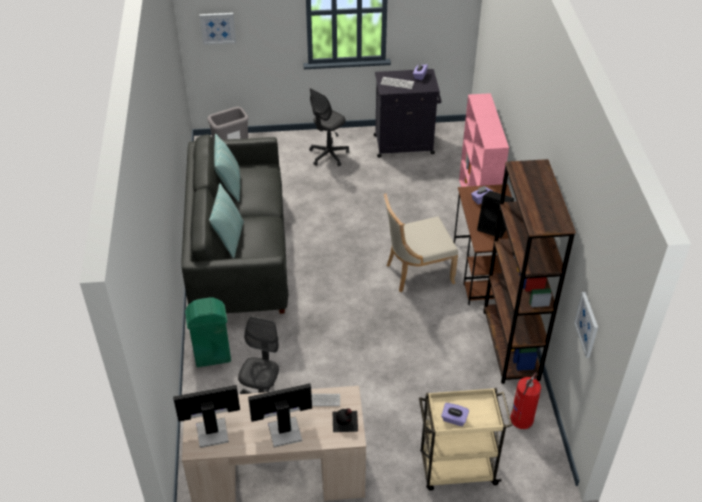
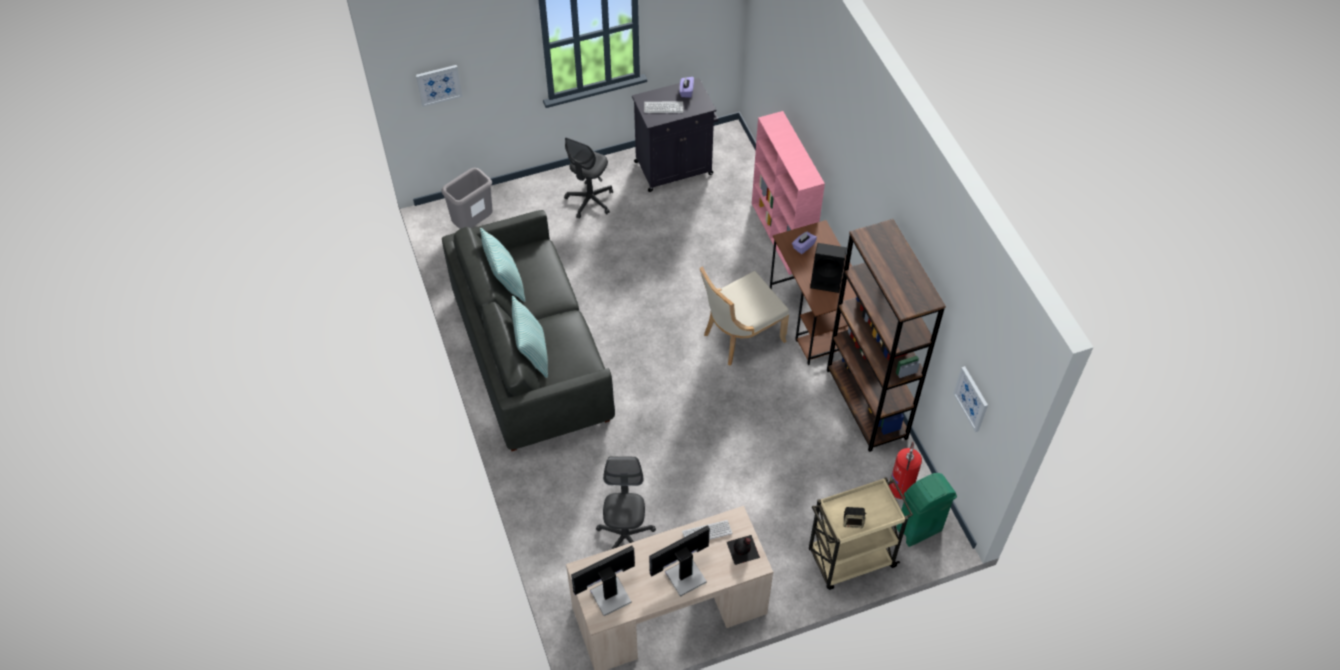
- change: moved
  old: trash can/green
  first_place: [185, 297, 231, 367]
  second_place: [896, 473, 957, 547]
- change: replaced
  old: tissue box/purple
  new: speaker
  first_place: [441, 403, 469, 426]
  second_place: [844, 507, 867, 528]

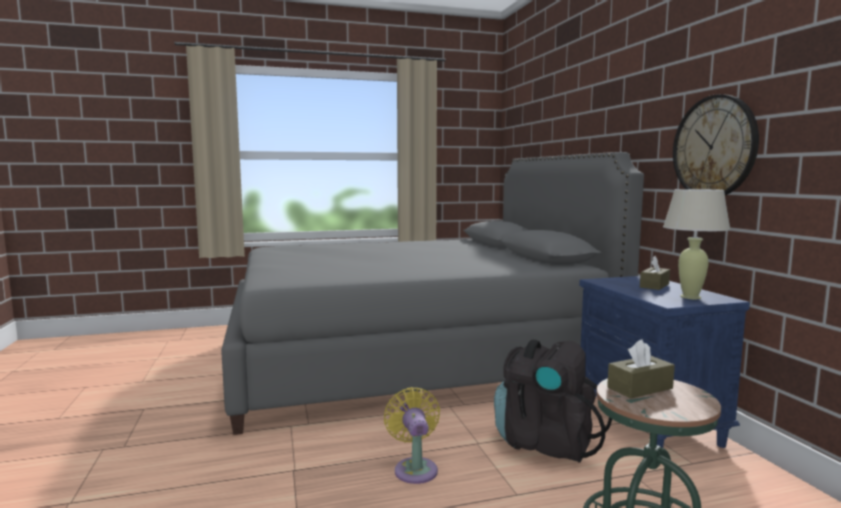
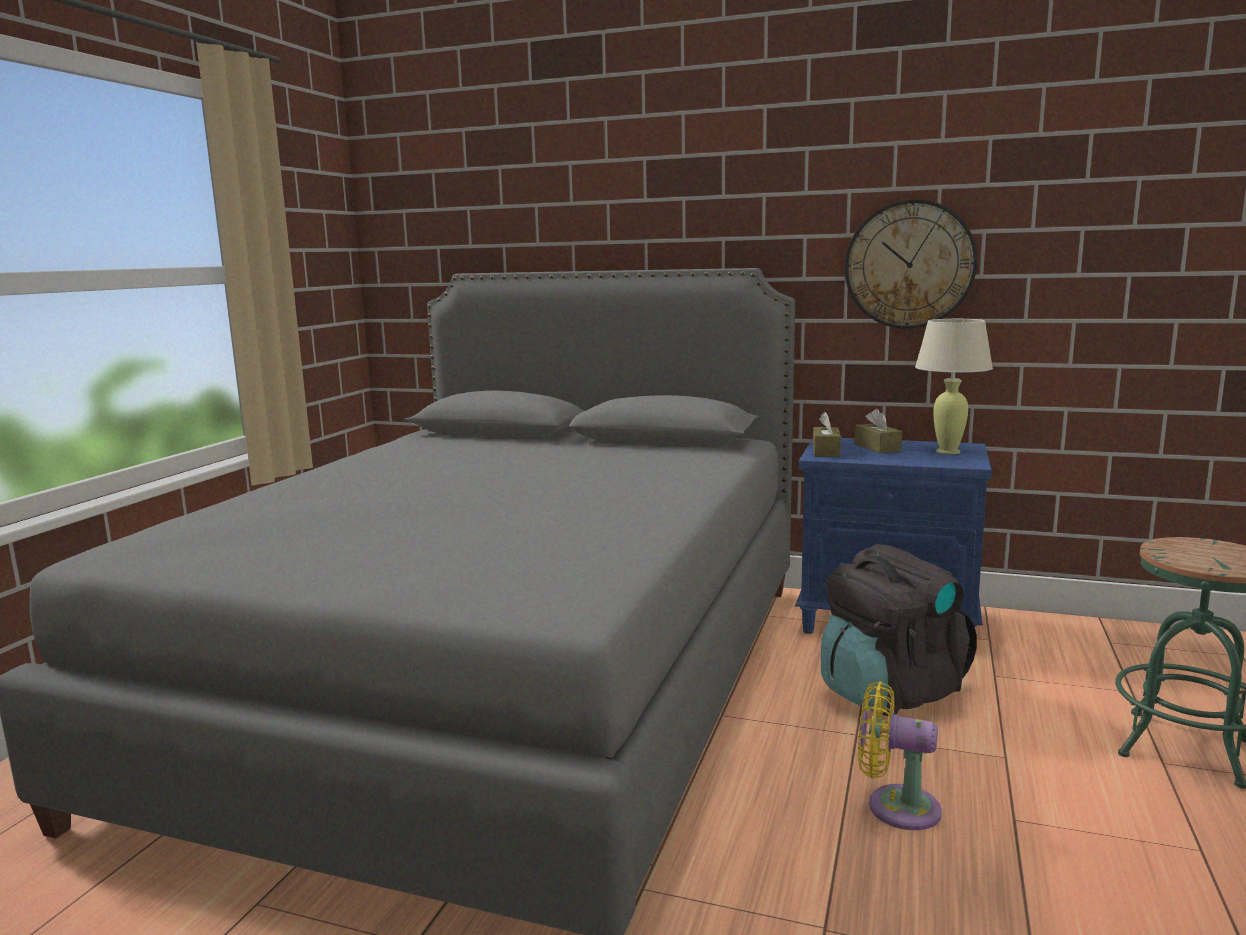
- change: moved
  old: tissue box/brown
  first_place: [607, 339, 675, 399]
  second_place: [813, 412, 841, 457]

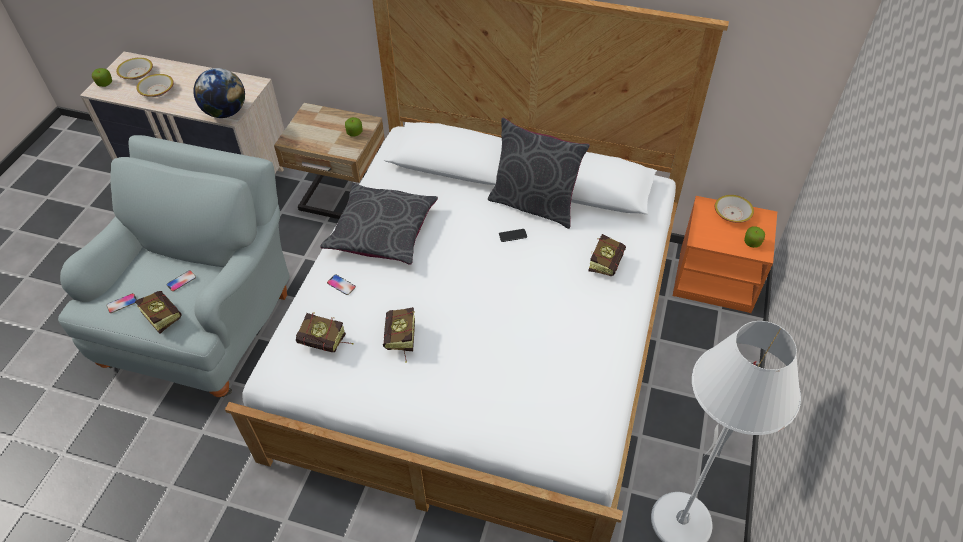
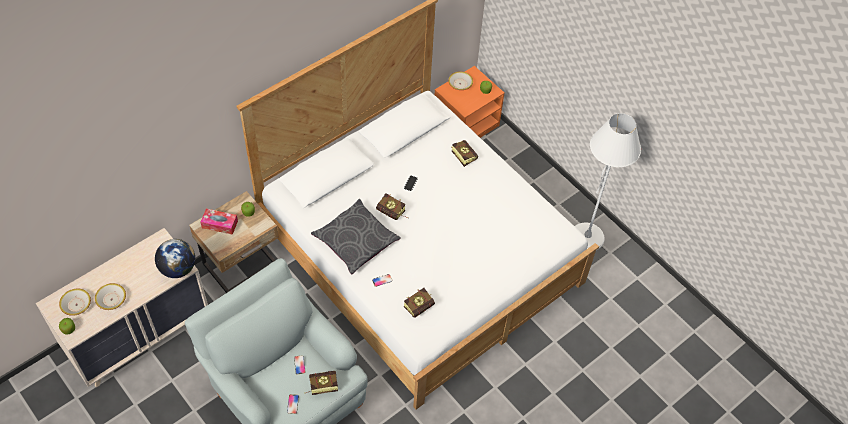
- change: removed
  old: pillow/grey
  first_place: [488, 118, 590, 229]
- change: moved
  old: book
  first_place: [383, 307, 415, 363]
  second_place: [376, 193, 408, 220]
- change: added
  new: tissue box
  second_place: [200, 209, 238, 235]

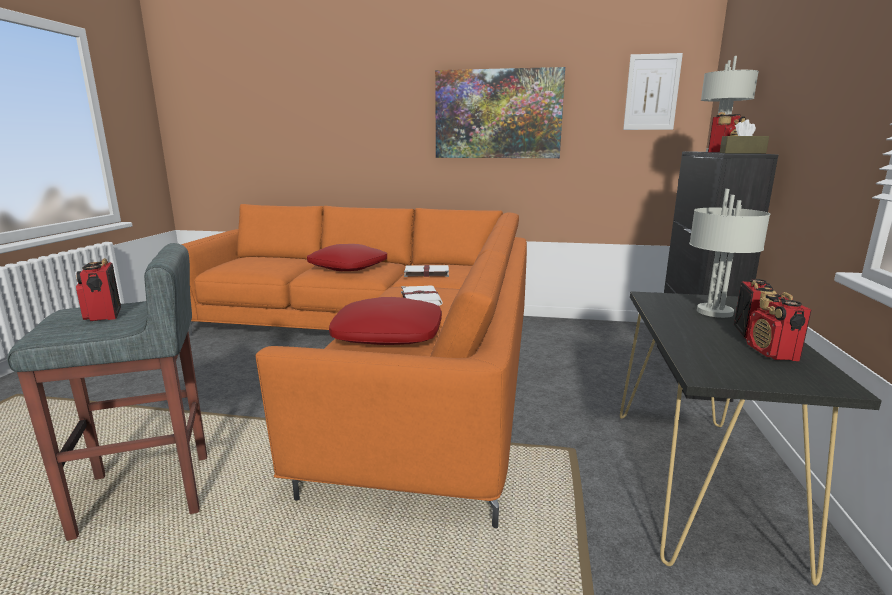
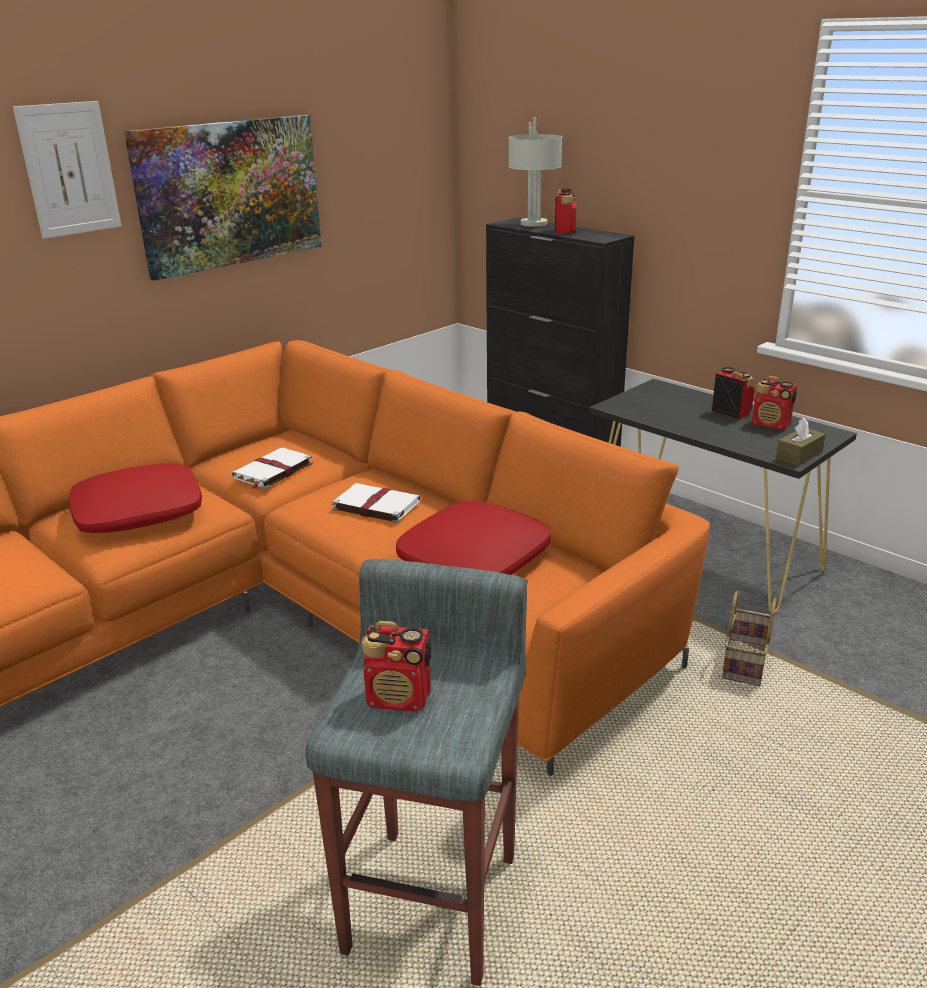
- change: moved
  old: picture
  first_place: [623, 53, 683, 130]
  second_place: [13, 101, 121, 239]
- change: moved
  old: tissue box/brown
  first_place: [720, 119, 769, 154]
  second_place: [776, 418, 826, 466]
- change: removed
  old: table lamp/grey
  first_place: [689, 189, 770, 318]
- change: added
  new: basket
  second_place: [722, 591, 776, 686]

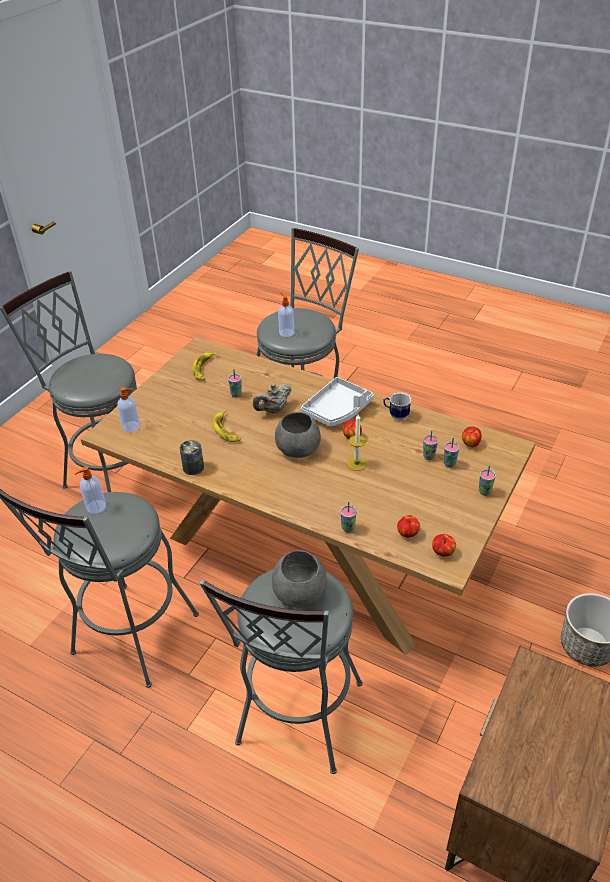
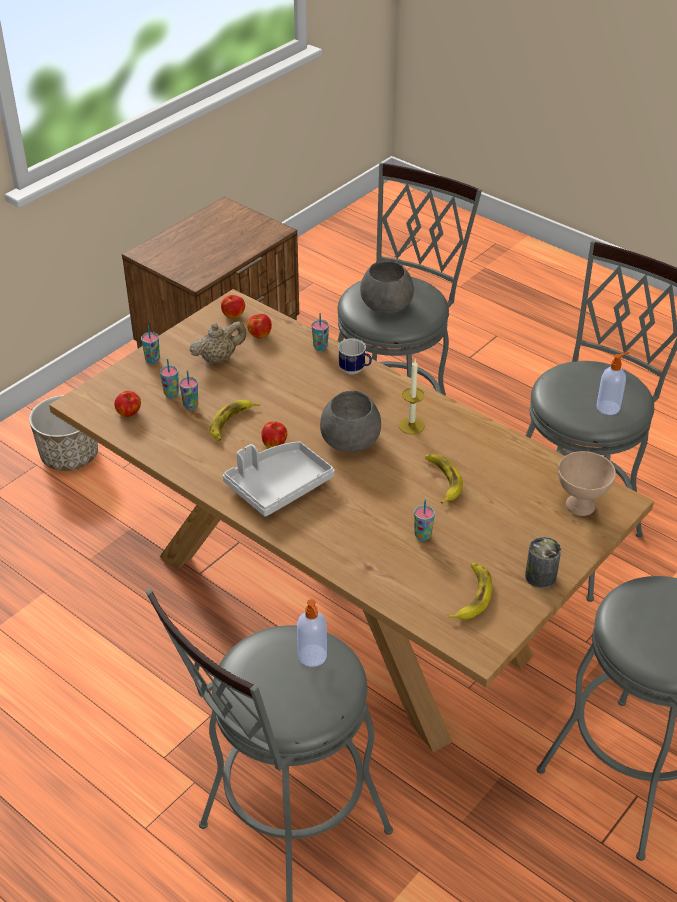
- change: moved
  old: teapot/beige
  first_place: [253, 384, 292, 413]
  second_place: [190, 321, 246, 364]
- change: replaced
  old: soap dispenser
  new: bowl/beige
  first_place: [117, 387, 140, 432]
  second_place: [558, 451, 616, 516]
- change: moved
  old: mug
  first_place: [383, 392, 412, 420]
  second_place: [338, 338, 372, 375]
- change: moved
  old: candle
  first_place: [347, 414, 367, 471]
  second_place: [399, 360, 425, 434]
- change: moved
  old: can
  first_place: [179, 440, 204, 475]
  second_place: [525, 537, 561, 589]
- change: added
  new: banana
  second_place: [209, 400, 260, 441]

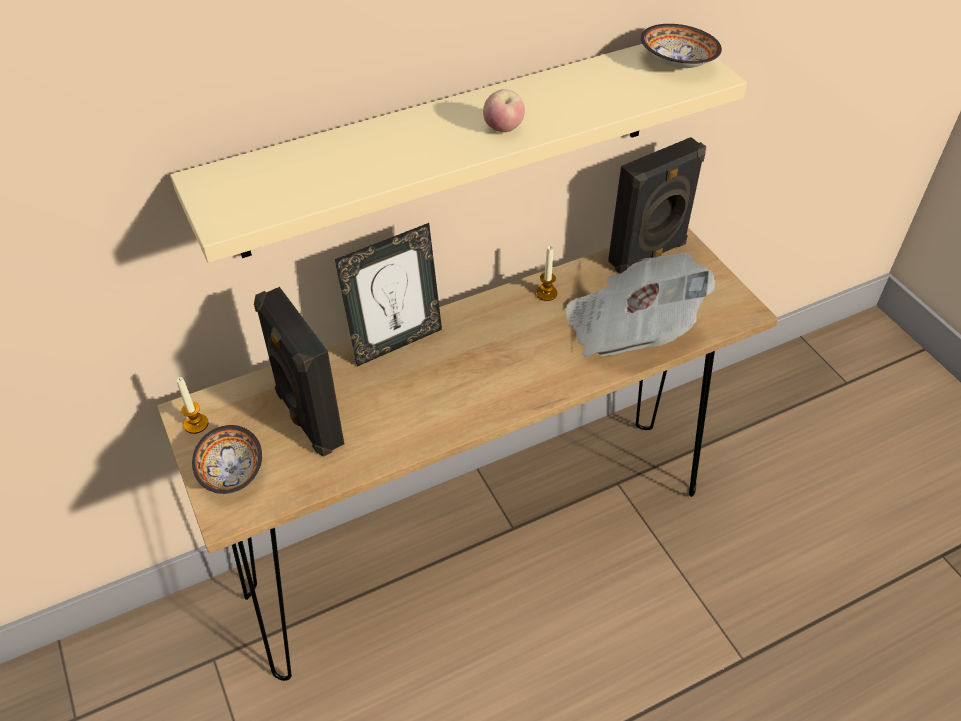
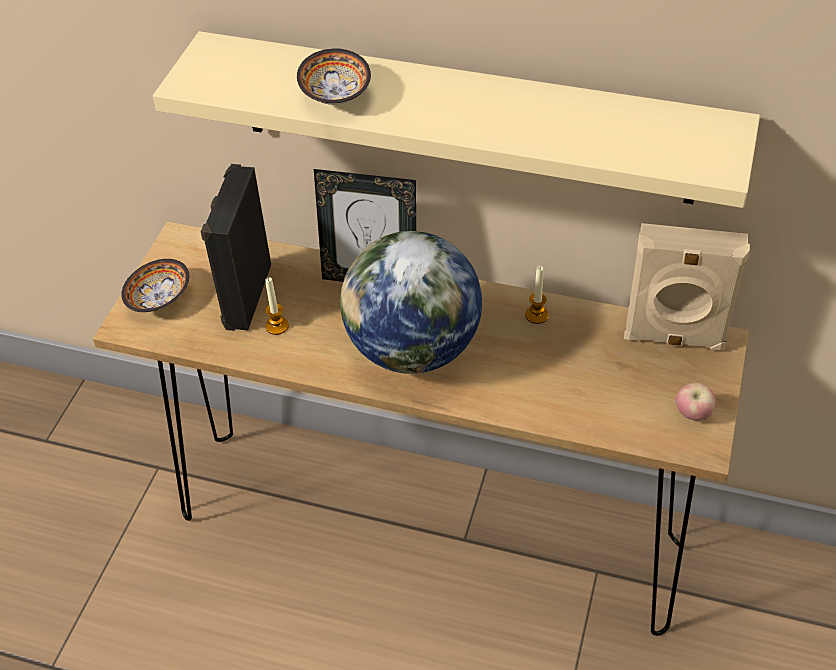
- change: moved
  old: bowl
  first_place: [641, 24, 722, 68]
  second_place: [297, 48, 371, 105]
- change: moved
  old: apple
  first_place: [483, 89, 525, 132]
  second_place: [676, 383, 716, 421]
- change: recoloured
  old: speaker/black
  new: speaker/beige
  first_place: [608, 137, 706, 274]
  second_place: [624, 223, 750, 350]
- change: removed
  old: newspaper
  first_place: [565, 252, 716, 357]
- change: moved
  old: candle
  first_place: [177, 377, 209, 434]
  second_place: [265, 277, 289, 335]
- change: added
  new: globe
  second_place: [340, 231, 482, 374]

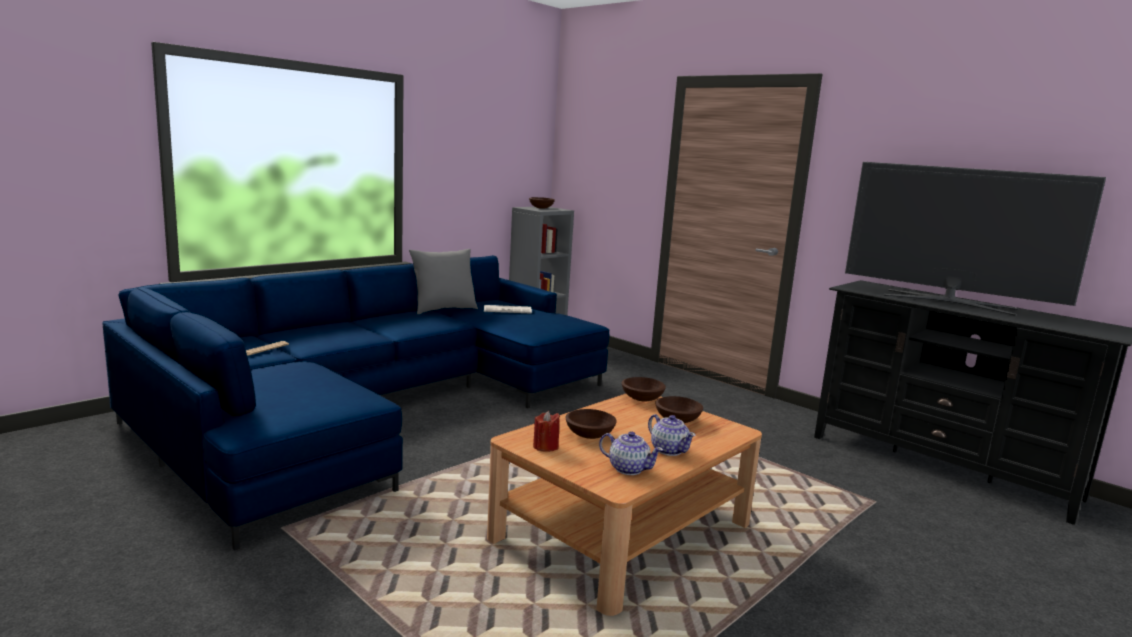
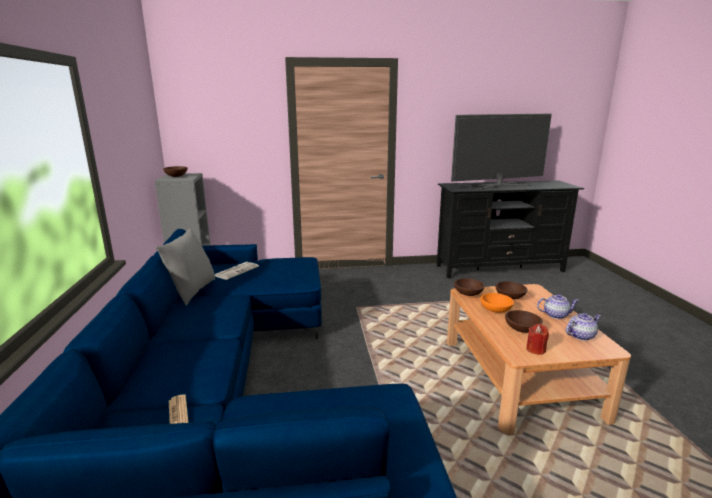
- change: added
  new: bowl/orange
  second_place: [480, 293, 514, 313]

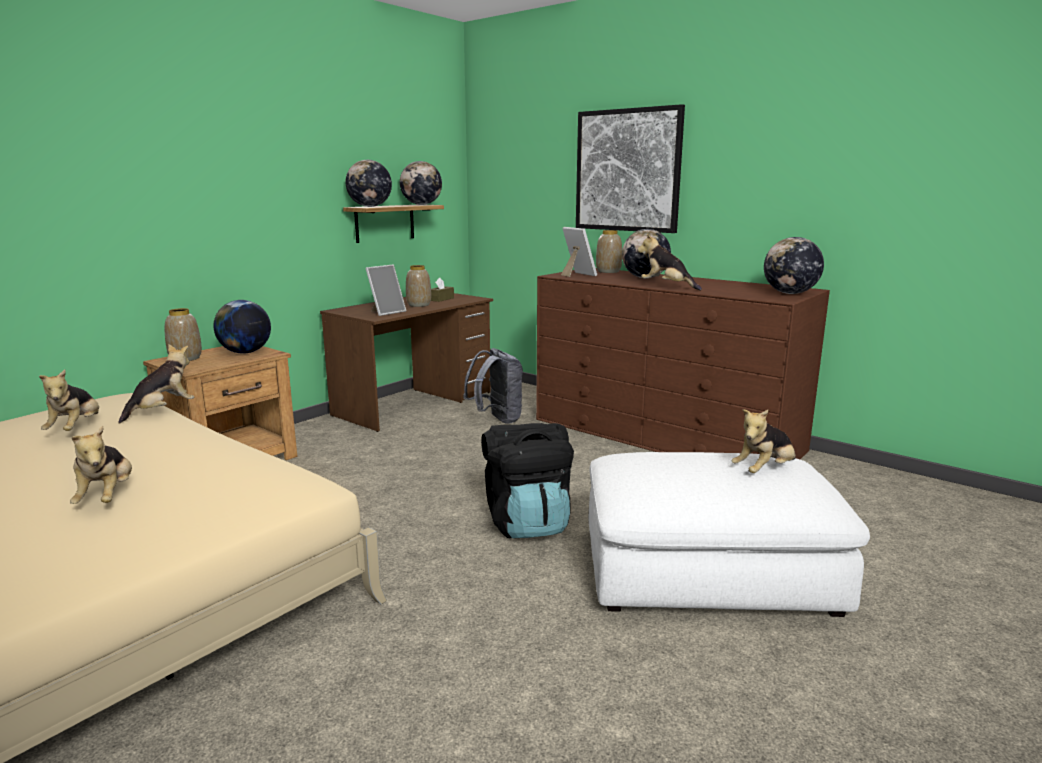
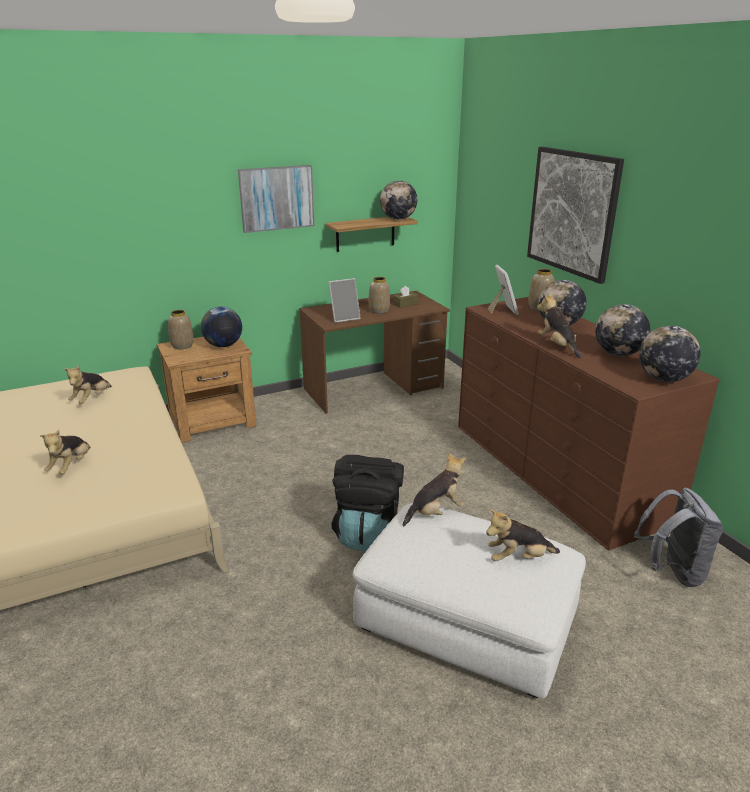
- change: moved
  old: globe
  first_place: [345, 160, 392, 207]
  second_place: [595, 304, 650, 356]
- change: moved
  old: plush toy
  first_place: [118, 344, 194, 424]
  second_place: [403, 452, 466, 527]
- change: moved
  old: backpack/grey
  first_place: [463, 348, 523, 424]
  second_place: [634, 488, 723, 587]
- change: added
  new: picture
  second_place: [238, 165, 314, 233]

